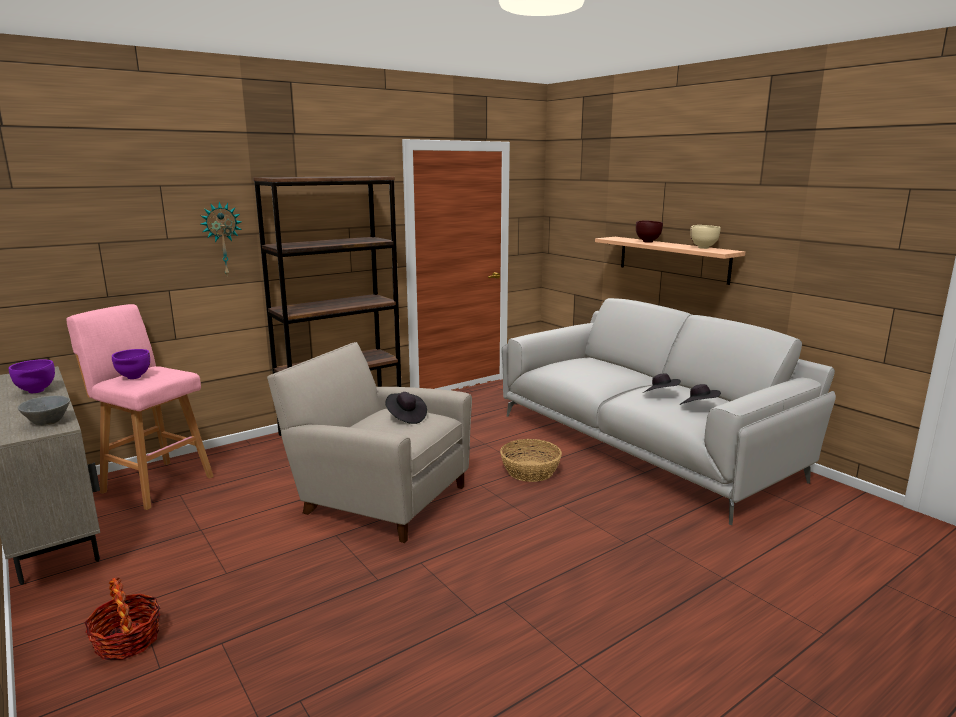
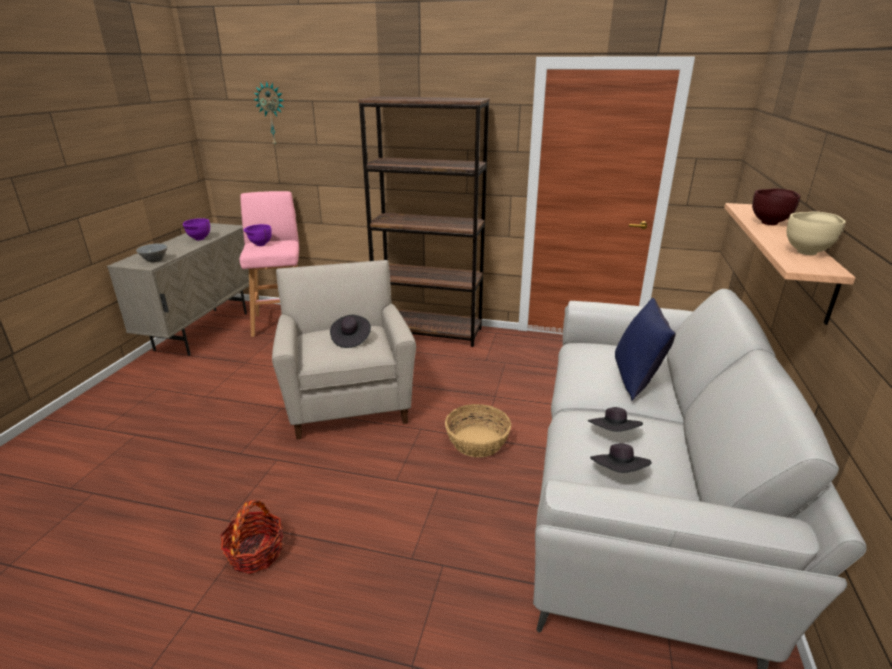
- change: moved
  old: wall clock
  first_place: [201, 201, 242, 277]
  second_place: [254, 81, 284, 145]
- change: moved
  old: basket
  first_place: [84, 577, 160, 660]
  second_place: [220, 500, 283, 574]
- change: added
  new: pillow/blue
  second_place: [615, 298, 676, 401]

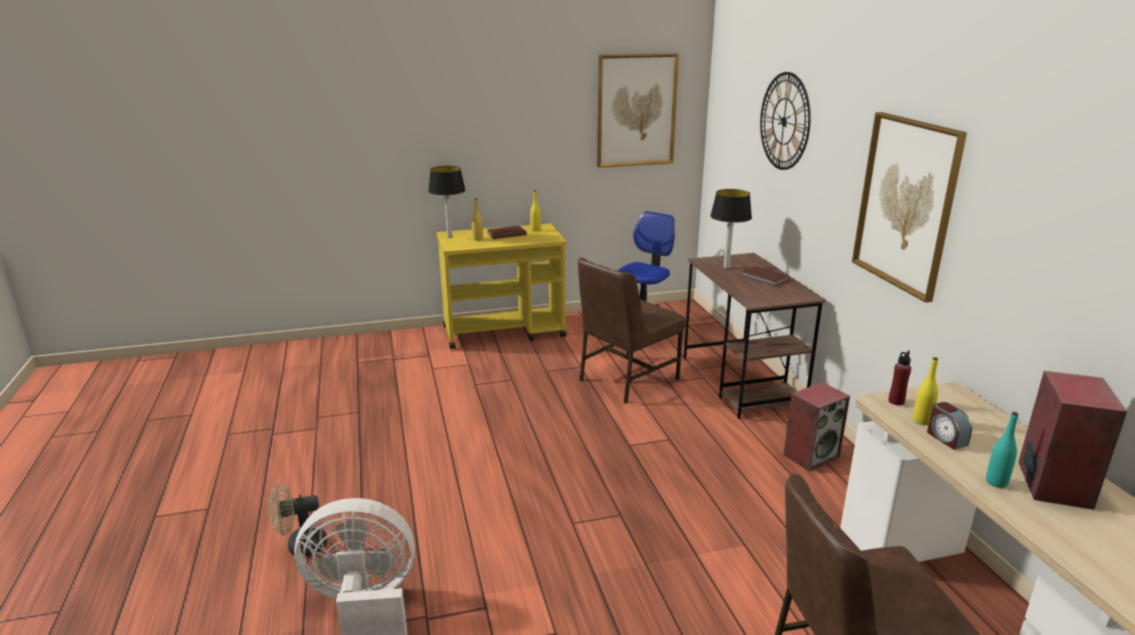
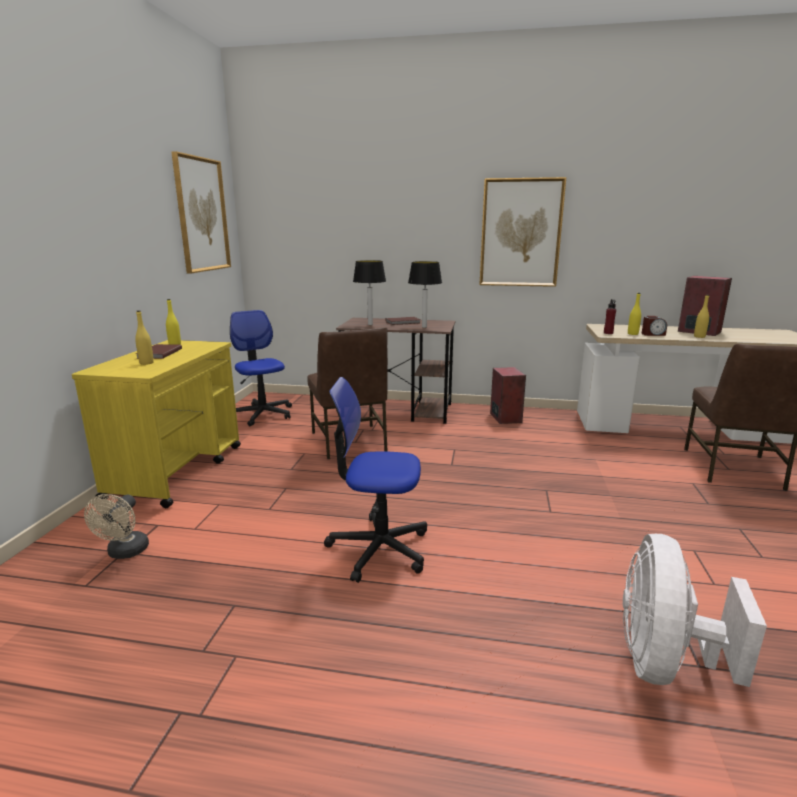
- change: removed
  old: wall clock
  first_place: [760, 72, 811, 170]
- change: moved
  old: table lamp
  first_place: [428, 166, 465, 238]
  second_place: [408, 261, 442, 328]
- change: recoloured
  old: bottle/turquoise
  new: bottle/yellow
  first_place: [986, 412, 1018, 488]
  second_place: [694, 295, 709, 338]
- change: moved
  old: fan/beige
  first_place: [268, 484, 327, 556]
  second_place: [84, 494, 149, 559]
- change: added
  new: office chair
  second_place: [324, 377, 427, 583]

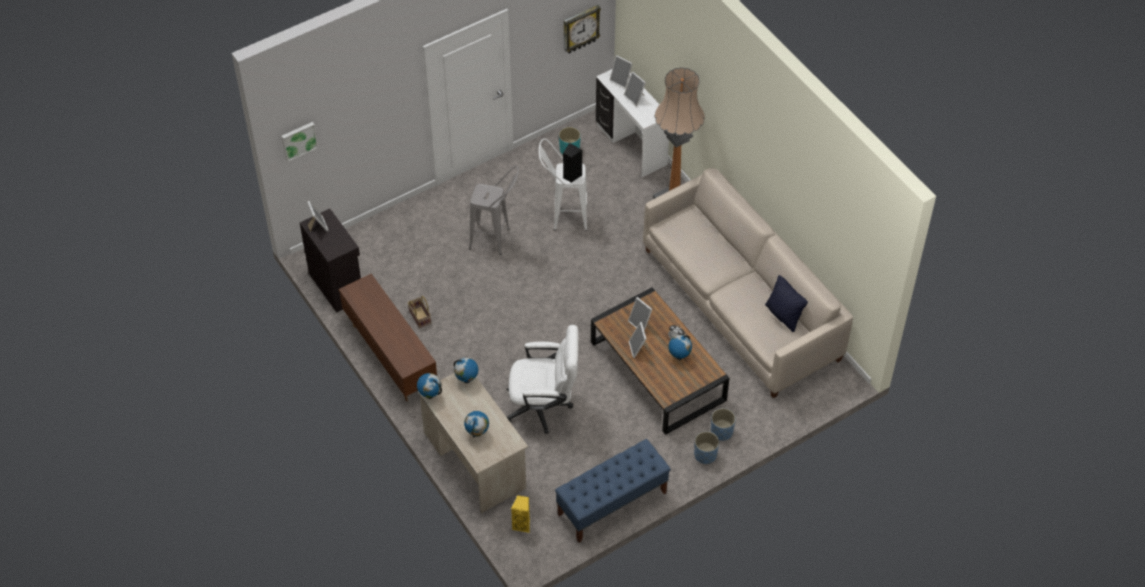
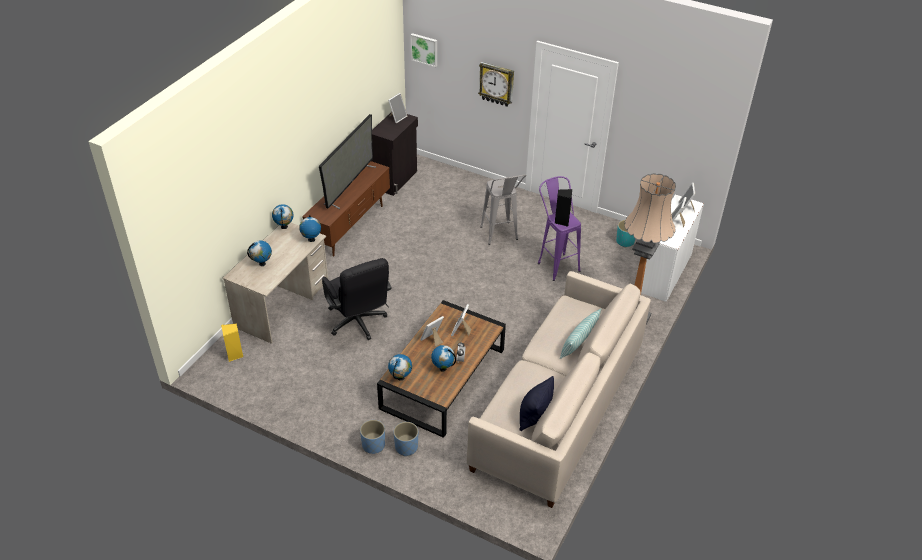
- change: moved
  old: wall clock
  first_place: [564, 5, 601, 54]
  second_place: [478, 62, 514, 107]
- change: recoloured
  old: stool/white
  new: stool/purple
  first_place: [539, 139, 588, 231]
  second_place: [538, 176, 581, 281]
- change: removed
  old: basket
  first_place: [408, 296, 431, 329]
- change: recoloured
  old: office chair/white
  new: office chair/black
  first_place: [507, 325, 578, 434]
  second_place: [322, 258, 392, 340]
- change: removed
  old: bench/blue
  first_place: [555, 439, 671, 543]
- change: added
  new: television
  second_place: [319, 114, 376, 209]
- change: added
  new: pillow
  second_place: [560, 309, 601, 359]
- change: added
  new: globe
  second_place: [388, 354, 412, 381]

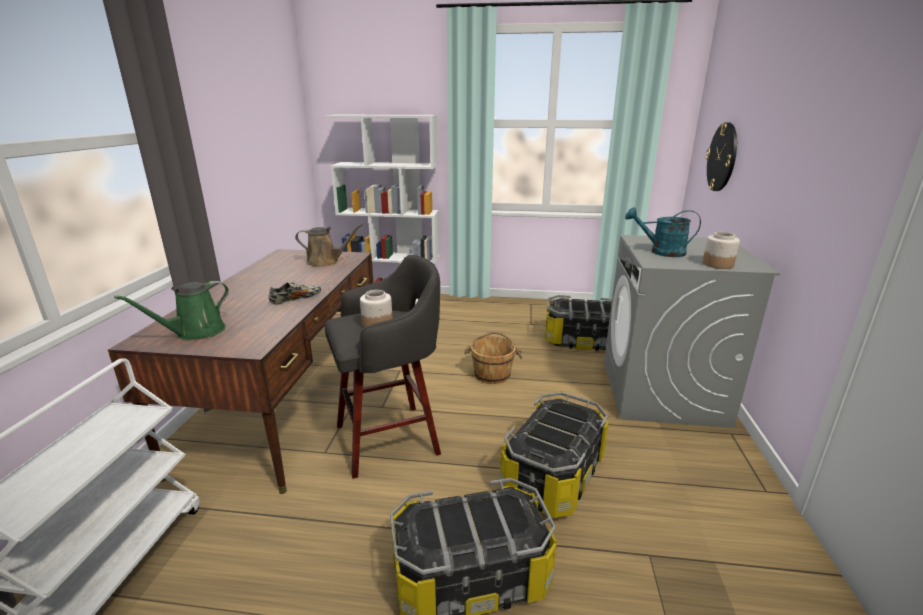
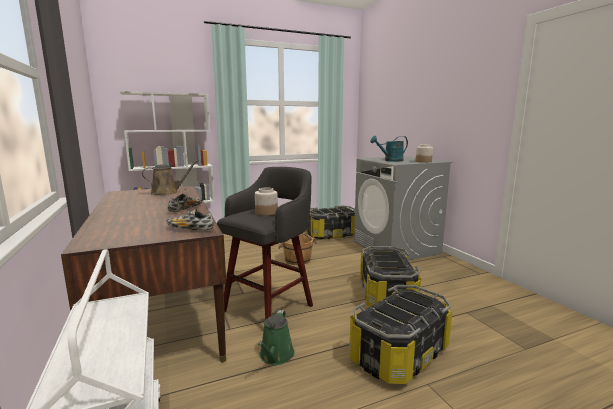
- change: removed
  old: wall clock
  first_place: [706, 122, 737, 191]
- change: moved
  old: watering can/green
  first_place: [114, 281, 229, 340]
  second_place: [258, 310, 295, 365]
- change: added
  new: shoe
  second_place: [166, 209, 214, 231]

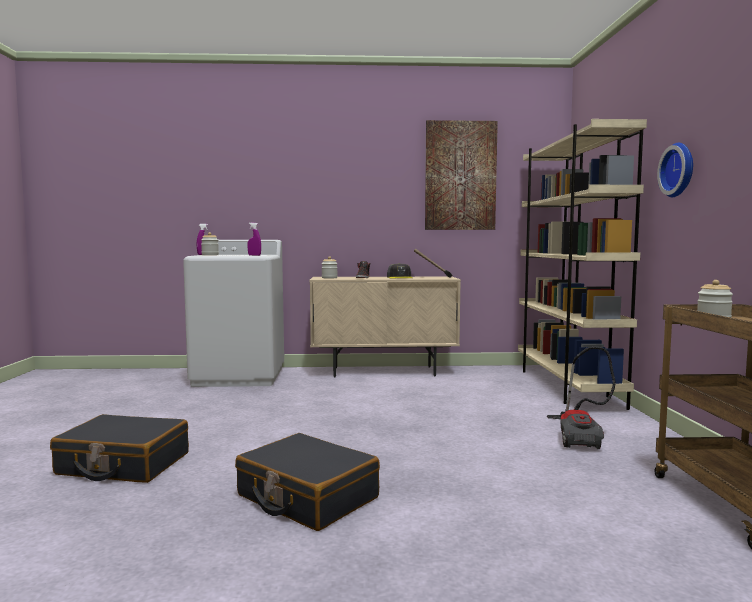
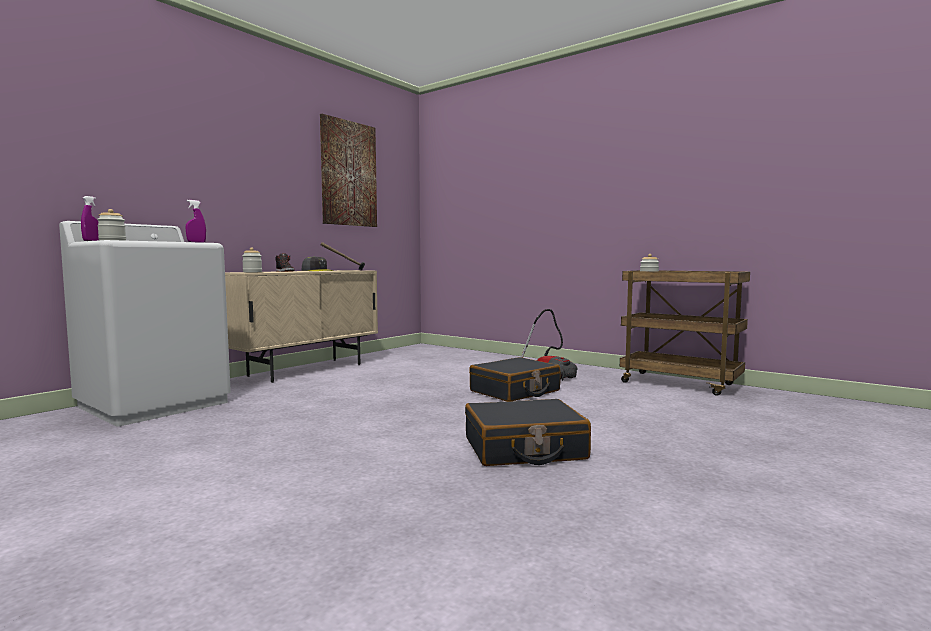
- change: removed
  old: bookcase/beige
  first_place: [518, 119, 647, 410]
- change: removed
  old: wall clock
  first_place: [657, 143, 693, 197]
- change: moved
  old: suitcase/black
  first_place: [50, 414, 189, 483]
  second_place: [469, 357, 561, 402]

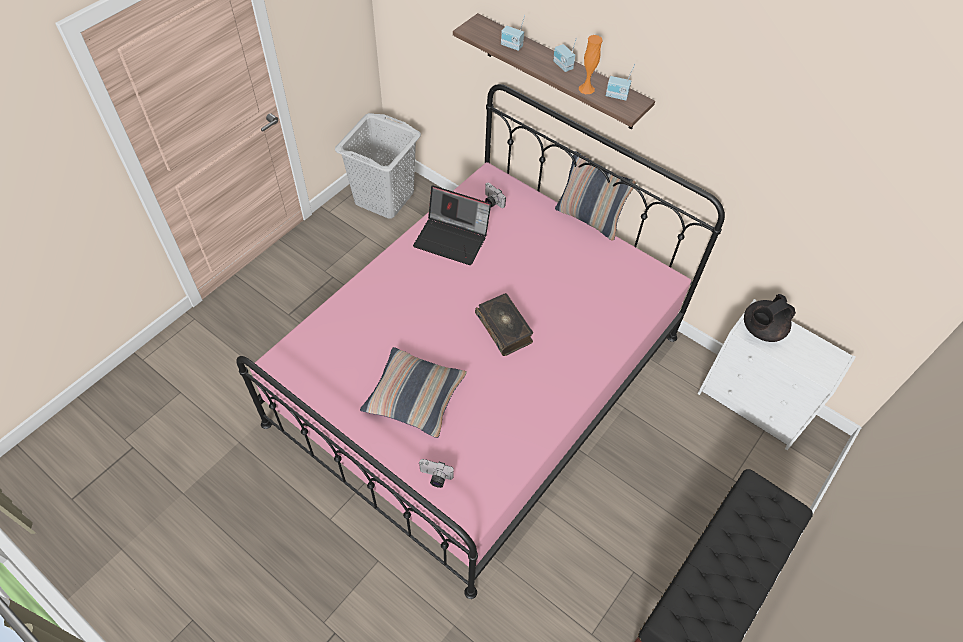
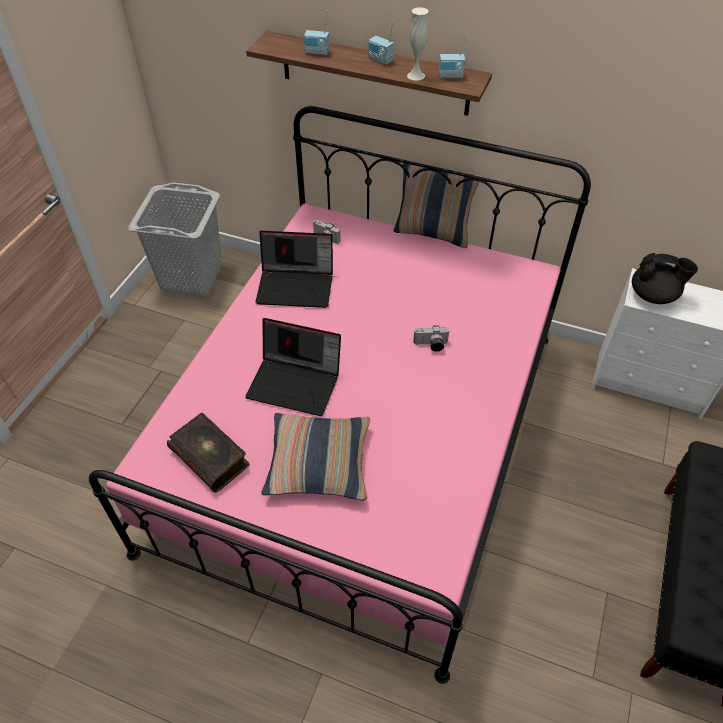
- change: recoloured
  old: vase/orange
  new: vase/white
  first_place: [579, 35, 603, 94]
  second_place: [407, 7, 429, 81]
- change: moved
  old: book
  first_place: [475, 293, 533, 356]
  second_place: [167, 413, 249, 492]
- change: turned
  old: teapot/black
  first_place: [744, 294, 796, 342]
  second_place: [632, 253, 698, 304]
  degrees: -120
- change: moved
  old: photo camera
  first_place: [418, 459, 454, 488]
  second_place: [413, 325, 450, 352]
- change: added
  new: laptop
  second_place: [245, 318, 341, 416]

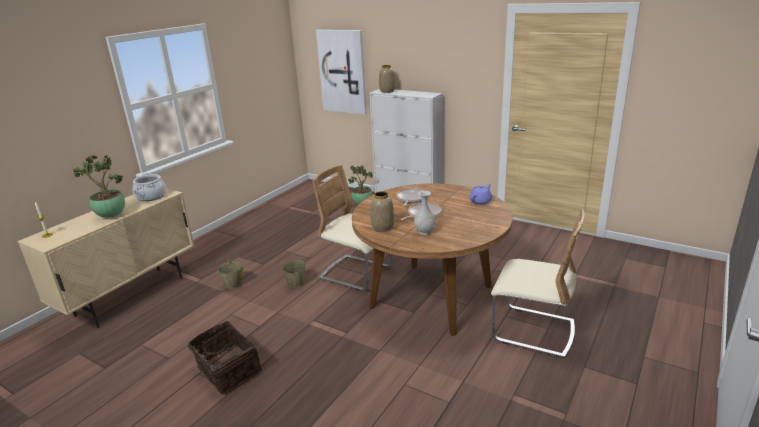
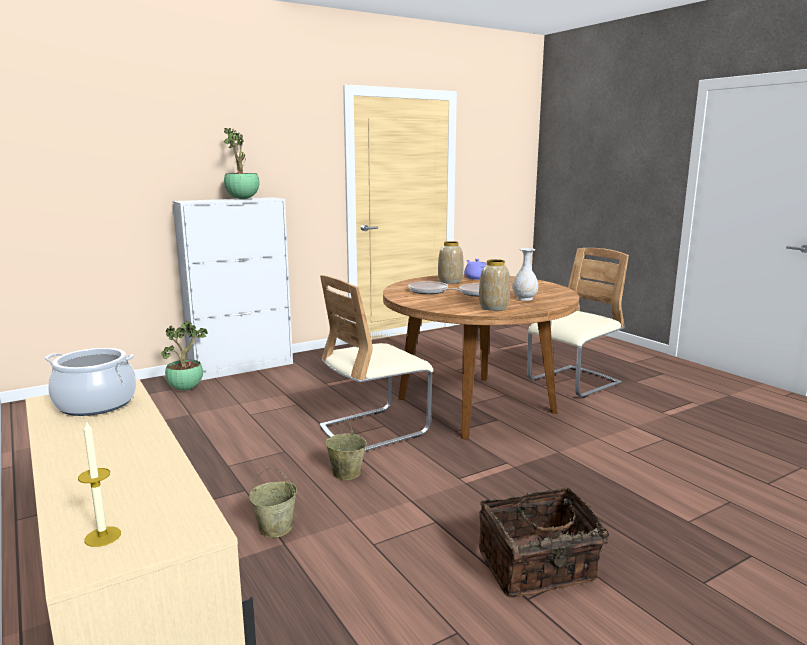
- change: removed
  old: picture
  first_place: [316, 29, 367, 115]
- change: moved
  old: vase
  first_place: [379, 65, 395, 93]
  second_place: [438, 241, 464, 284]
- change: moved
  old: potted plant
  first_place: [73, 155, 125, 218]
  second_place: [223, 128, 260, 199]

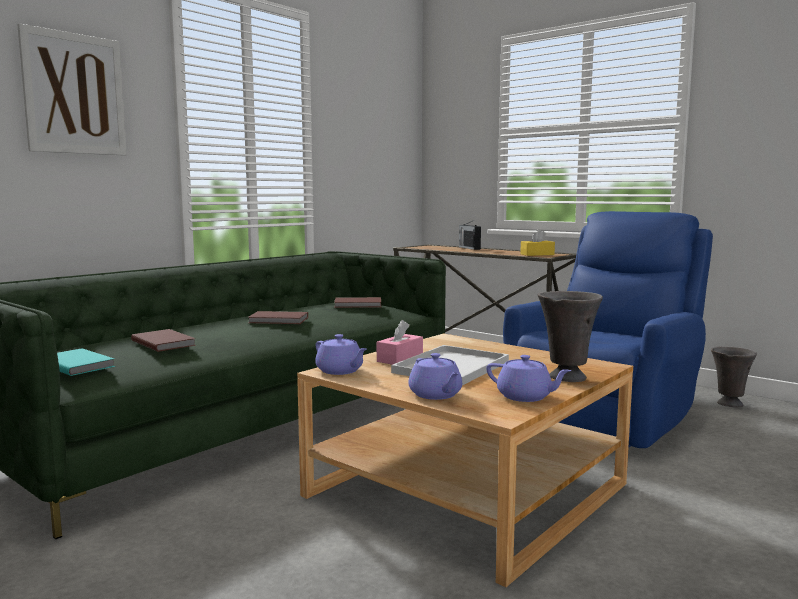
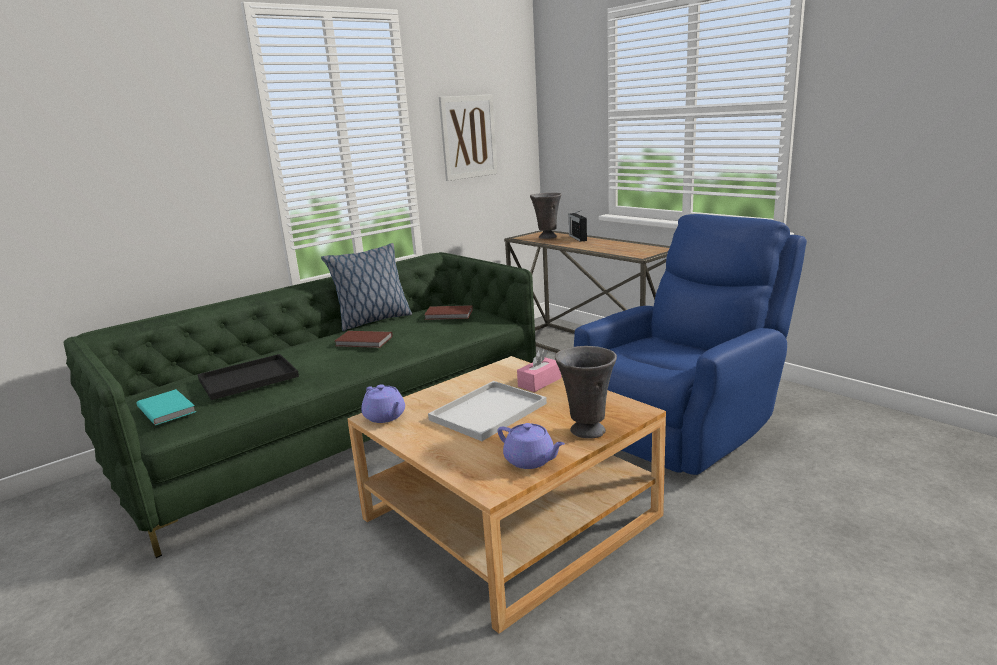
- change: moved
  old: picture
  first_place: [17, 23, 127, 156]
  second_place: [439, 94, 497, 181]
- change: removed
  old: tissue box/yellow
  first_place: [520, 229, 555, 256]
- change: moved
  old: tissue box/pink
  first_place: [377, 320, 423, 365]
  second_place: [517, 349, 561, 392]
- change: replaced
  old: book/brown
  new: tray/black
  first_place: [131, 329, 196, 352]
  second_place: [198, 354, 299, 400]
- change: moved
  old: vase/grey
  first_place: [711, 346, 757, 407]
  second_place: [530, 193, 562, 239]
- change: removed
  old: teapot/purple
  first_place: [408, 353, 462, 400]
- change: added
  new: pillow
  second_place: [321, 243, 412, 331]

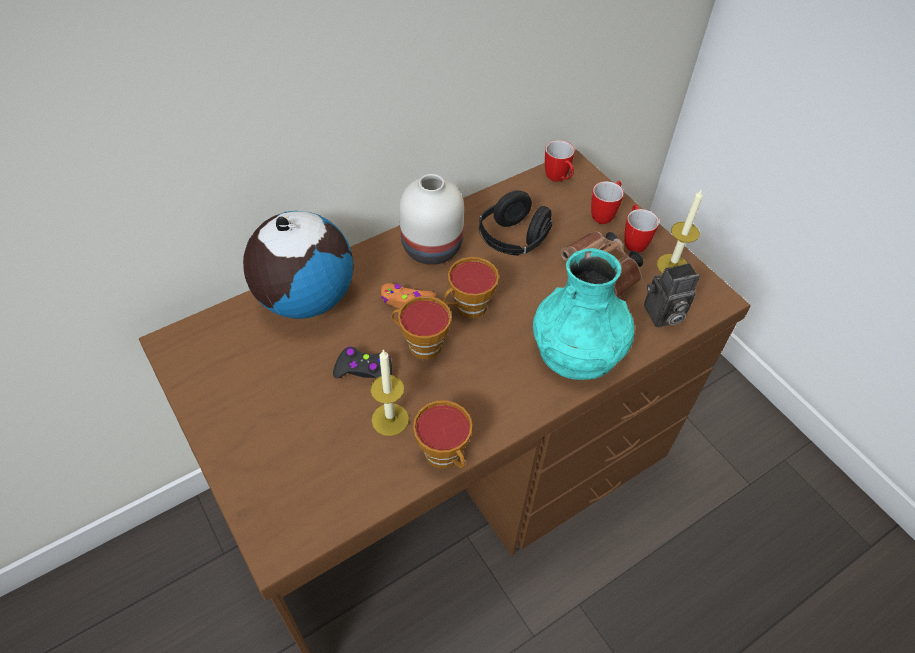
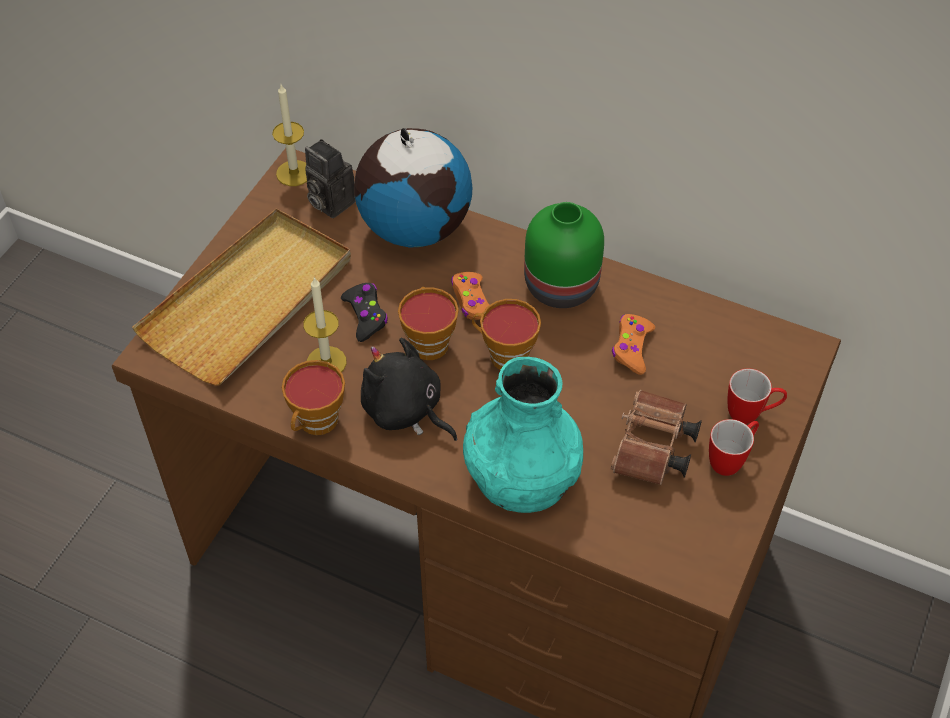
- change: removed
  old: mug
  first_place: [545, 140, 575, 182]
- change: recoloured
  old: vase/white
  new: vase/green
  first_place: [399, 174, 464, 265]
  second_place: [524, 202, 604, 308]
- change: moved
  old: candle
  first_place: [657, 189, 703, 274]
  second_place: [272, 85, 307, 186]
- change: replaced
  old: headphones/black
  new: game controller/orange
  first_place: [479, 190, 552, 256]
  second_place: [612, 314, 655, 375]
- change: moved
  old: photo camera
  first_place: [644, 263, 700, 327]
  second_place: [305, 139, 355, 218]
- change: added
  new: tray/beige
  second_place: [132, 208, 351, 386]
- change: added
  new: plush toy/black
  second_place: [361, 338, 458, 441]

